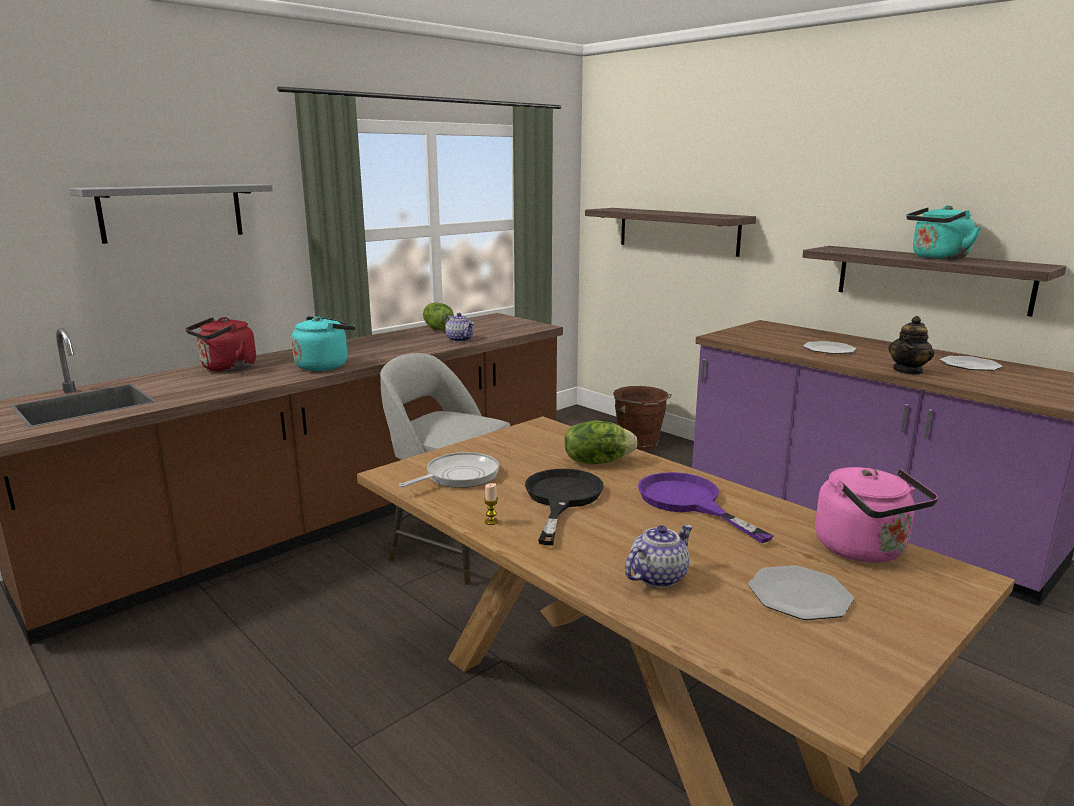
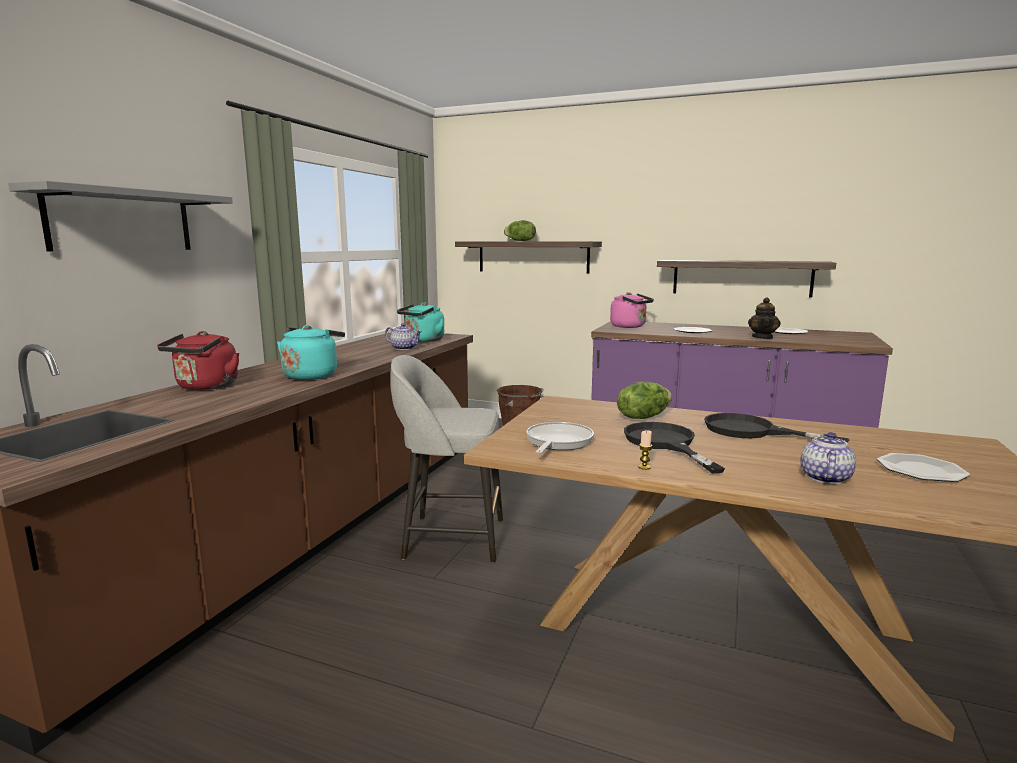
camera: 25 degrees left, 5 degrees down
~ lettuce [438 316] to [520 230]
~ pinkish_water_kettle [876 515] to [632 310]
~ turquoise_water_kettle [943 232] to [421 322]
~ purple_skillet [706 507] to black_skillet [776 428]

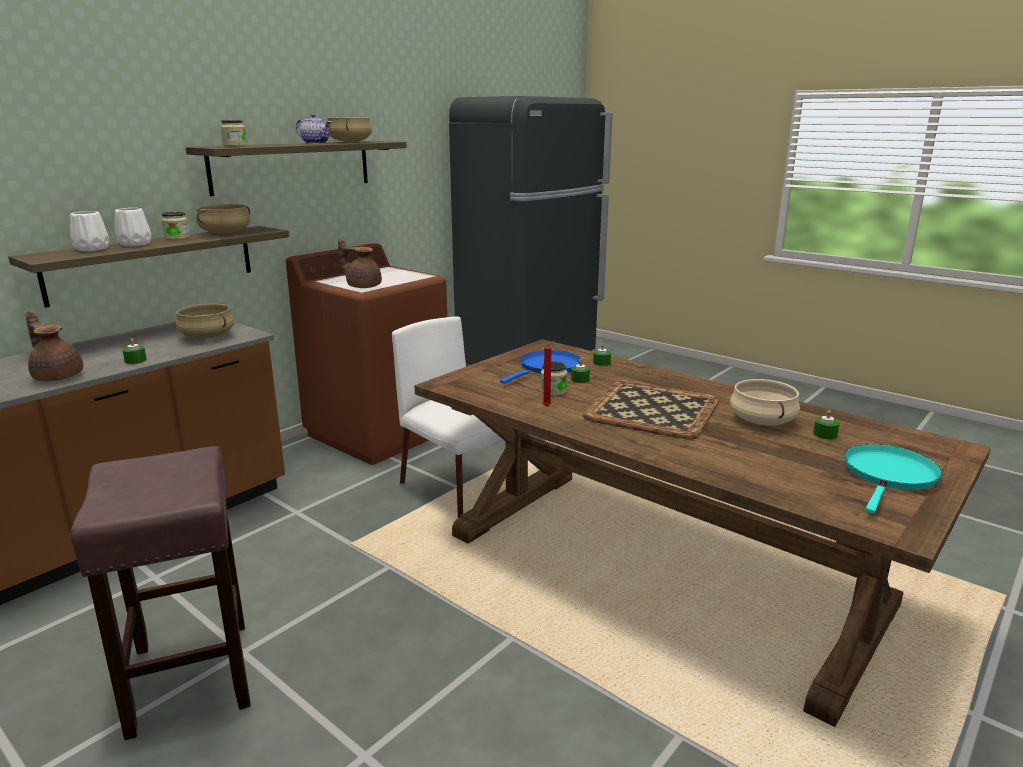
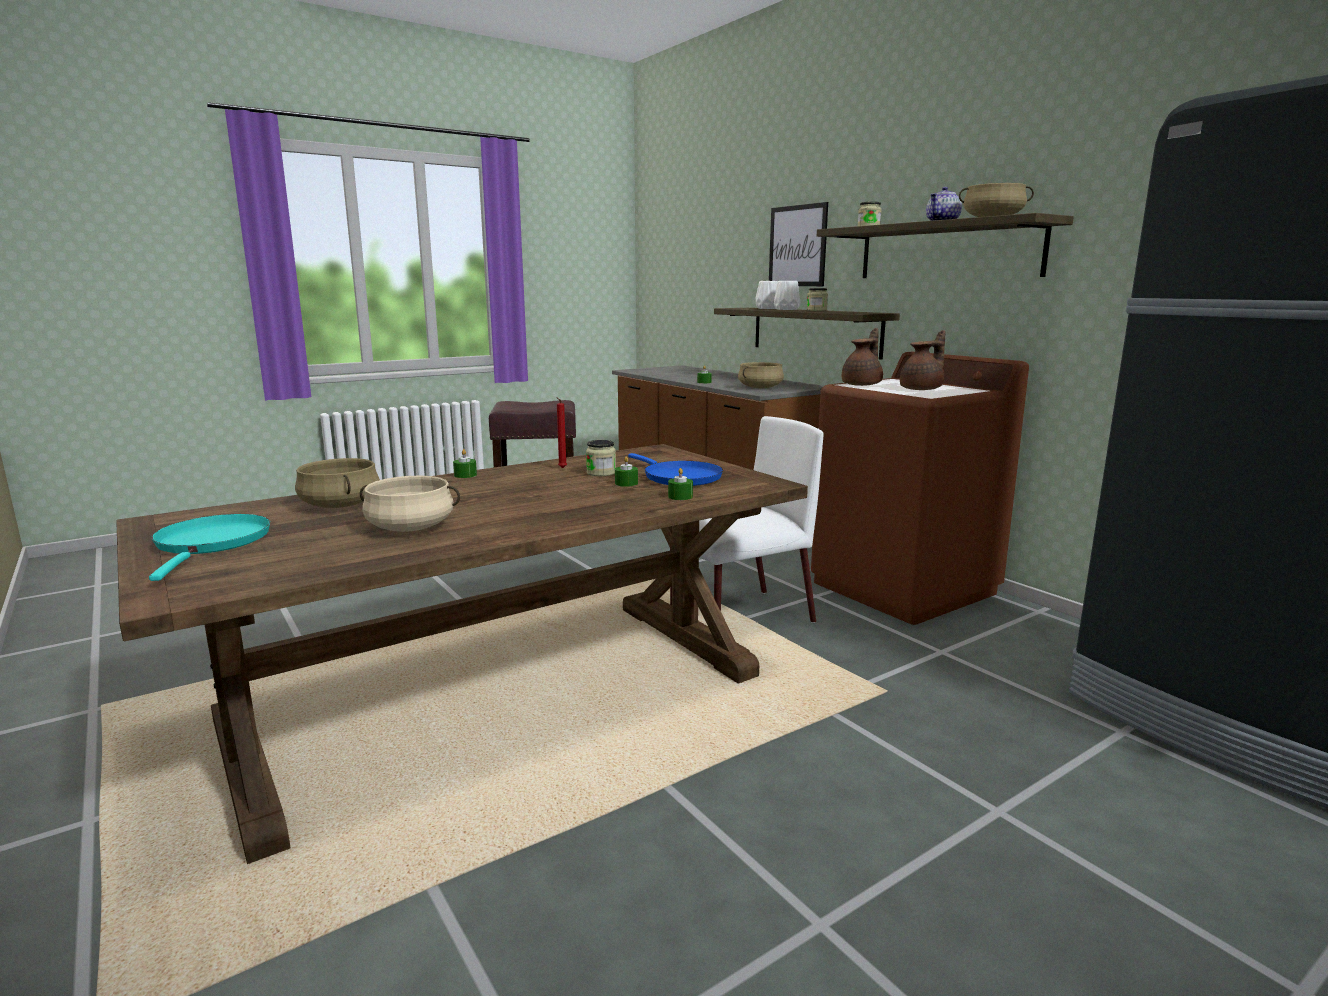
camera: 105 degrees right, 5 degrees down
- serving_tray [651 410]
+ picture [798 244]
~ brown-coloured_tea_pot [54 346] to [923 360]
~ sand-coloured_stockpot [223 219] to [337 483]
~ green-coloured_wax_candle [826 425] to [465 463]
~ turquoise_skillet [893 479] = [209 547] 150 degrees counterclockwise

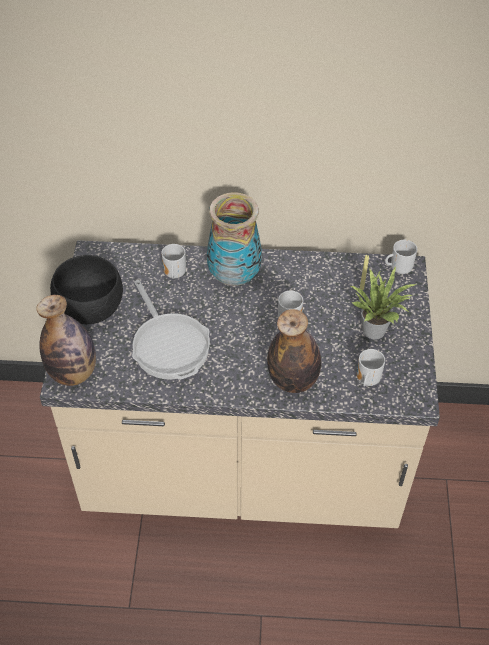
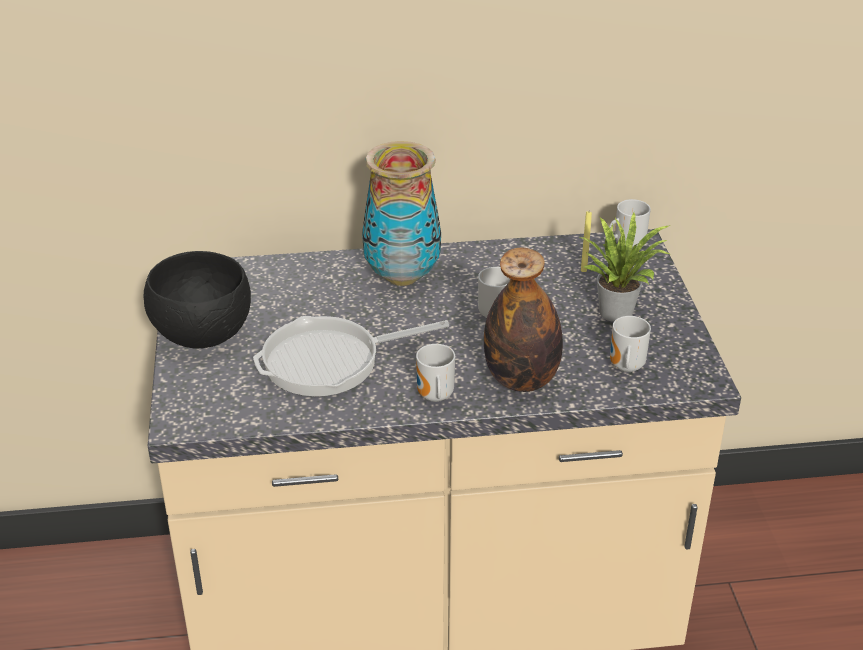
camera: 10 degrees left, 15 degrees down
- beverage_bottle [66 340]
~ mug [173 261] to [435 373]
~ skillet [171 330] = [351 356] 105 degrees clockwise

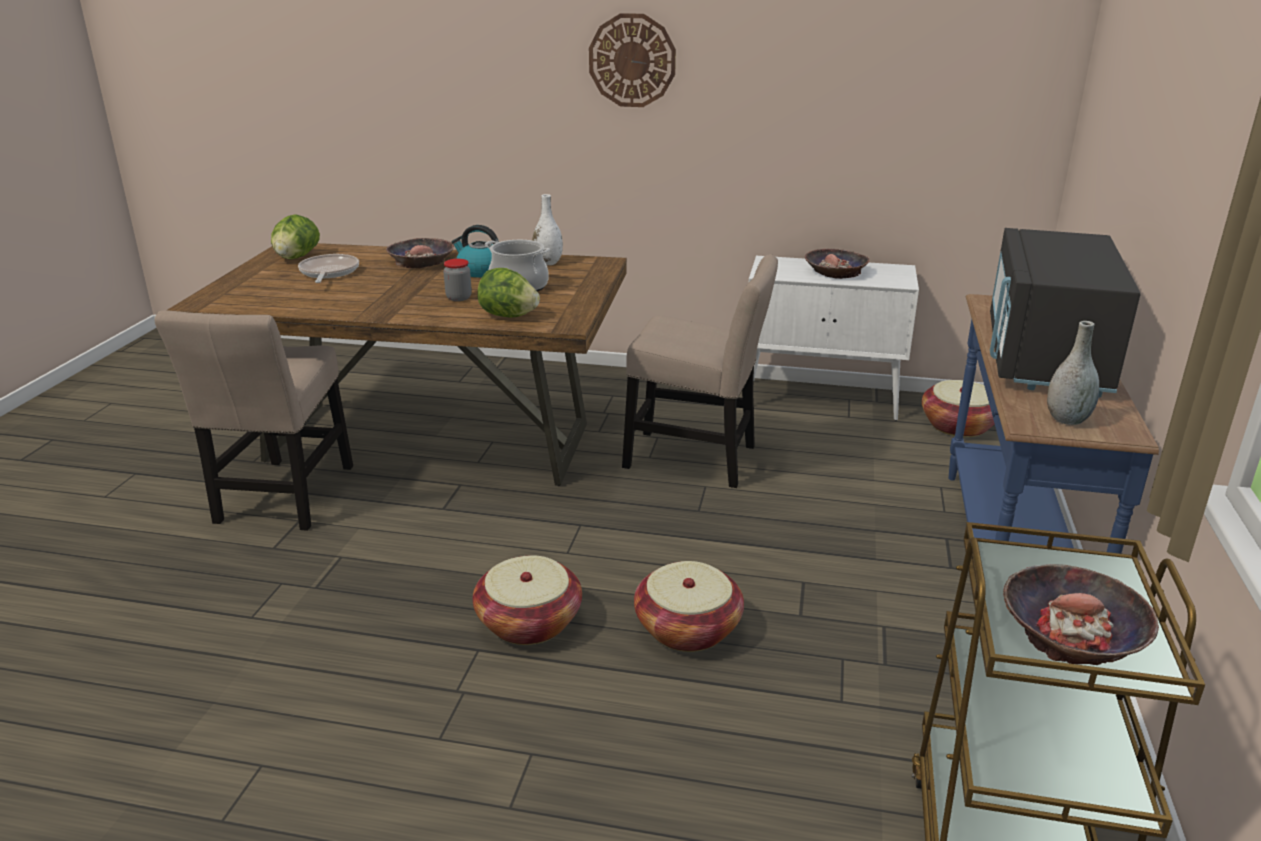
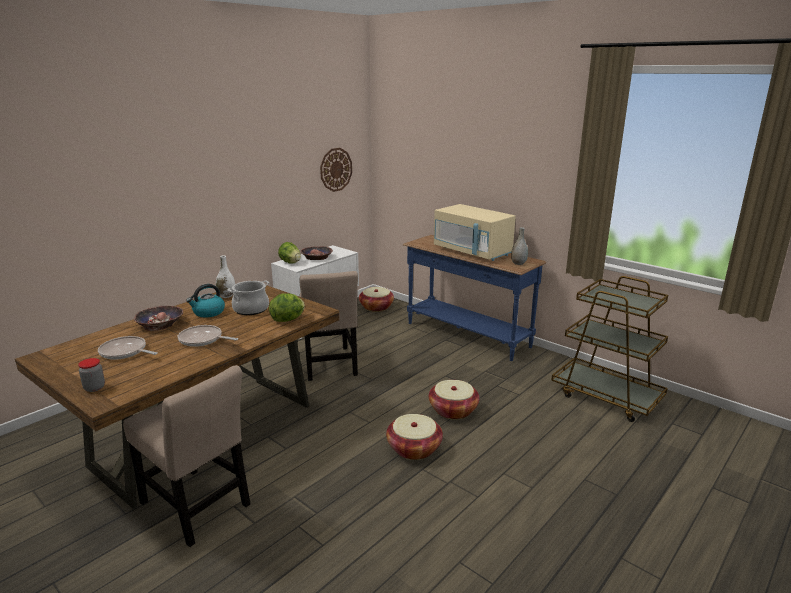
camera: 60 degrees left, 5 degrees down
- deep_dish [1081 614]
+ skillet [208 336]
~ lettuce [295 236] to [289 252]
~ jar [457 280] to [91 375]
~ hanging_clock [632 60] to [336 170]
~ black_kitchen_microwave [1065 313] to sand-coloured_kitchen_microwave [475 232]
~ sand-coloured_plain_chair [700 371] = [329 326] 120 degrees clockwise

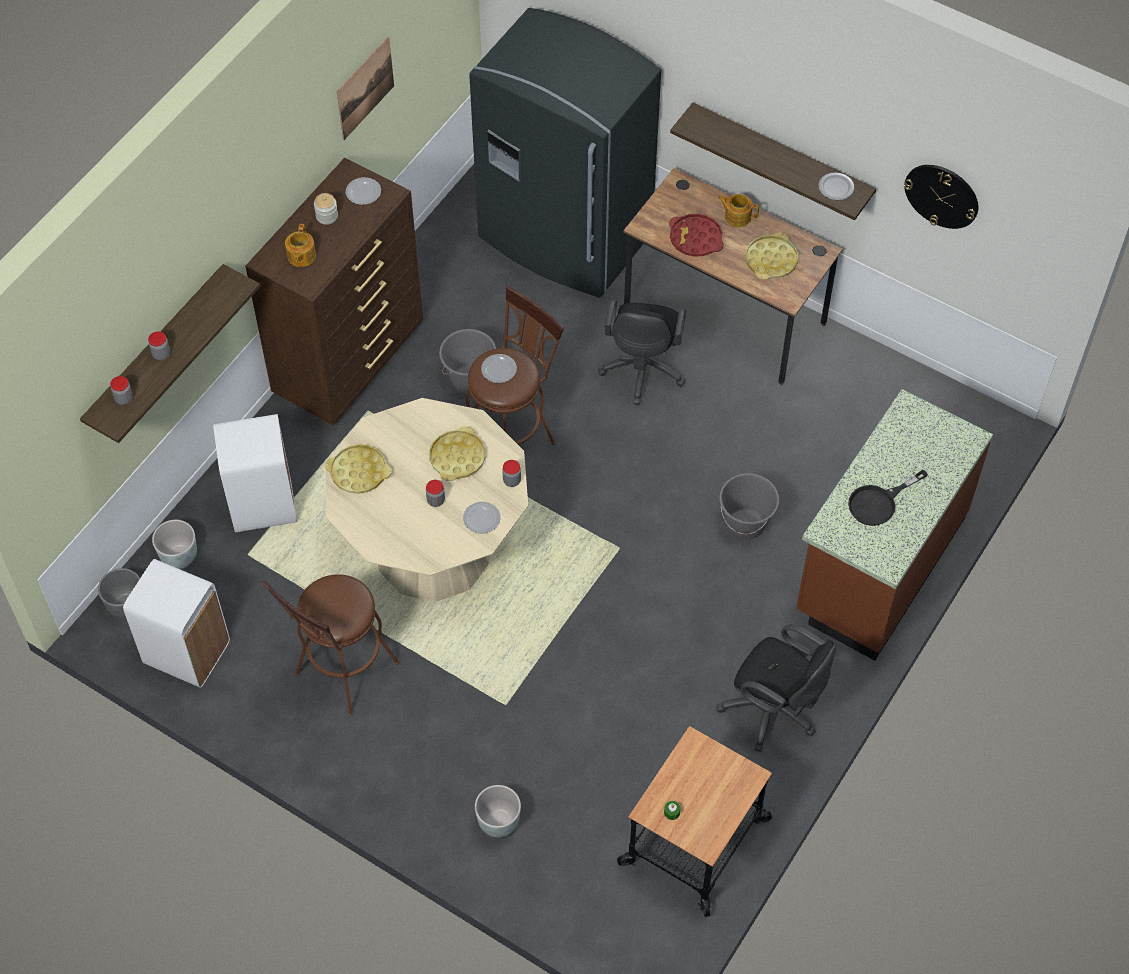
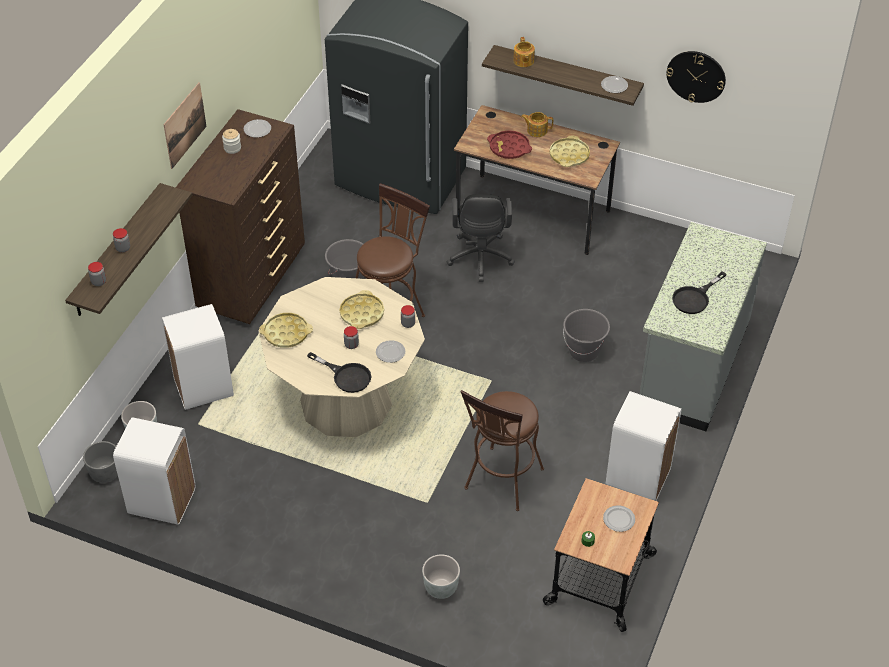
camera: 10 degrees left, 10 degrees down
+ black_skillet [339 372]
~ brown-coloured_stool_seat [330 644] to [502 450]
~ tea_pot [300 245] to [524 52]
~ picture [365 88] to [185 125]
~ flat_dish [499 368] to [619 518]
~ black_desk_chair [776 688] to white-coloured_rubbish_bin [644 446]
~ brown-coloured_counter [894 524] to grey_counter [703 326]

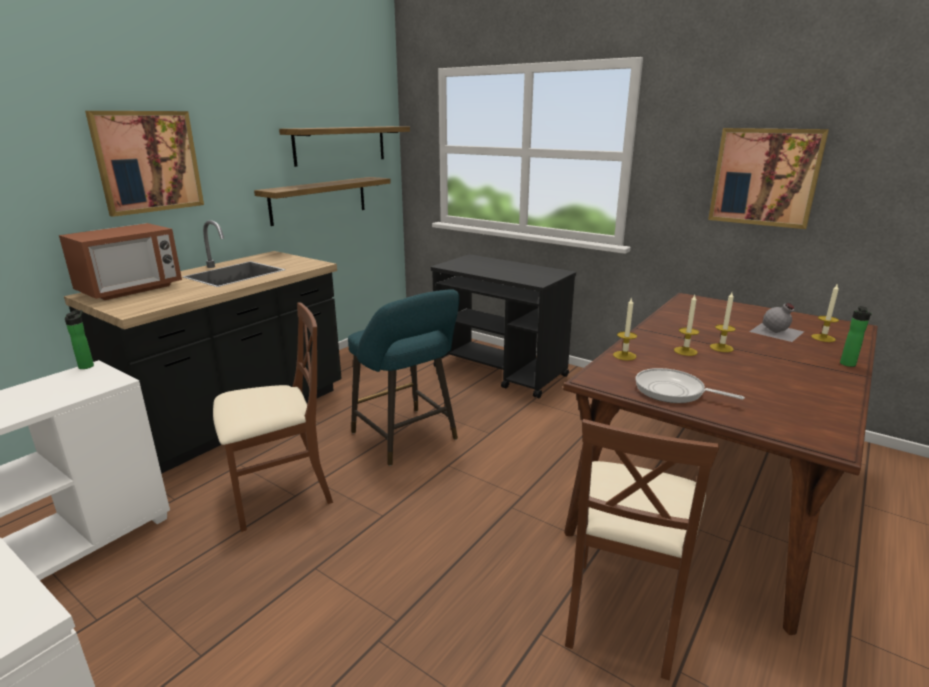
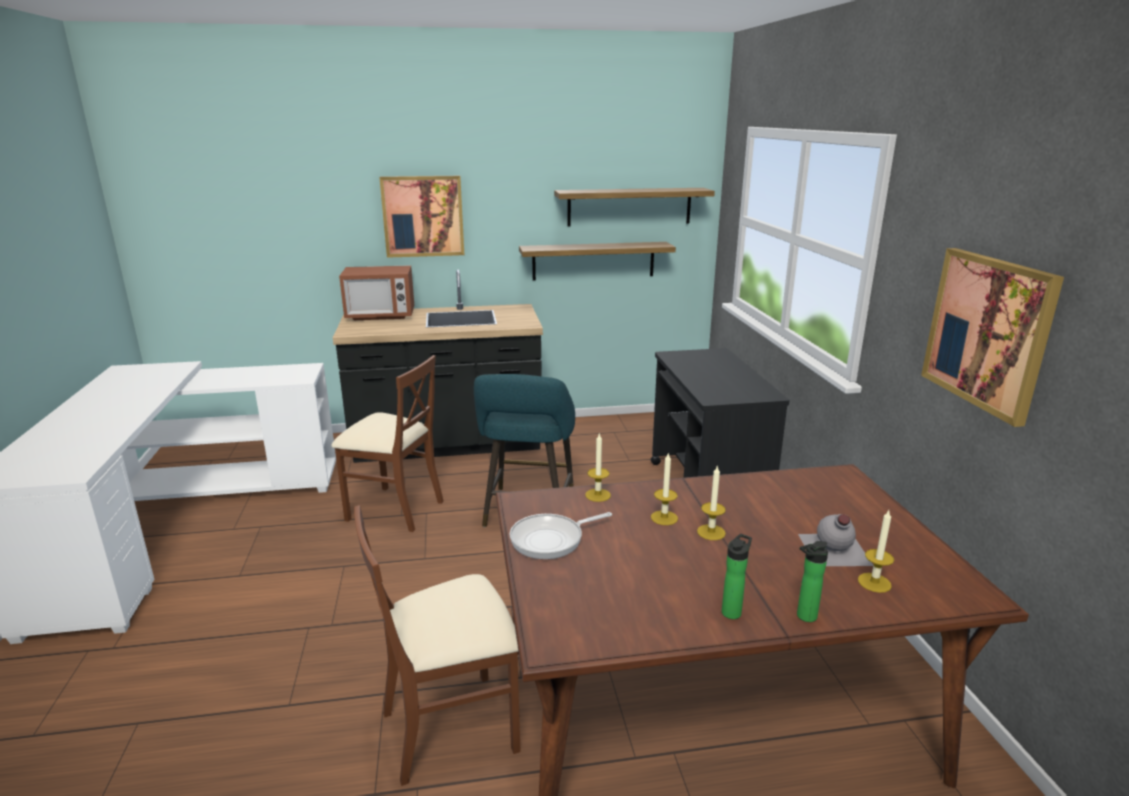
camera: 45 degrees right, 0 degrees up
~ beverage_bottle [79 339] to [737 576]
~ skillet [690 385] = [561 535] 105 degrees counterclockwise

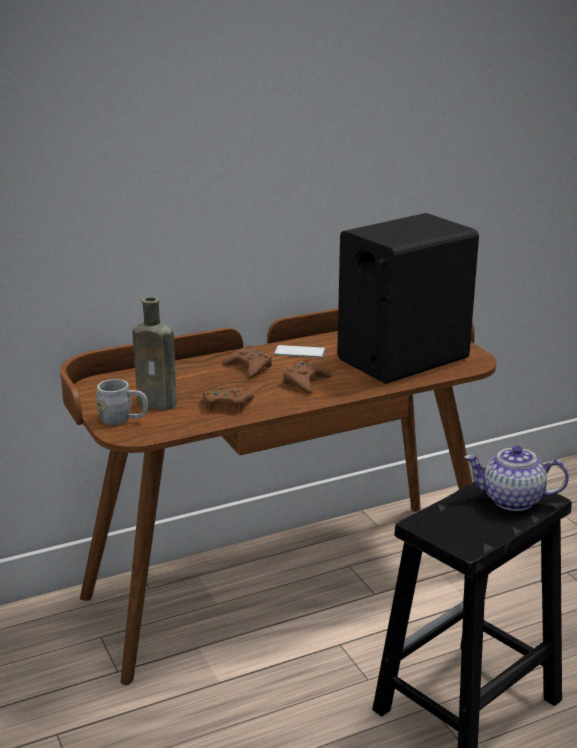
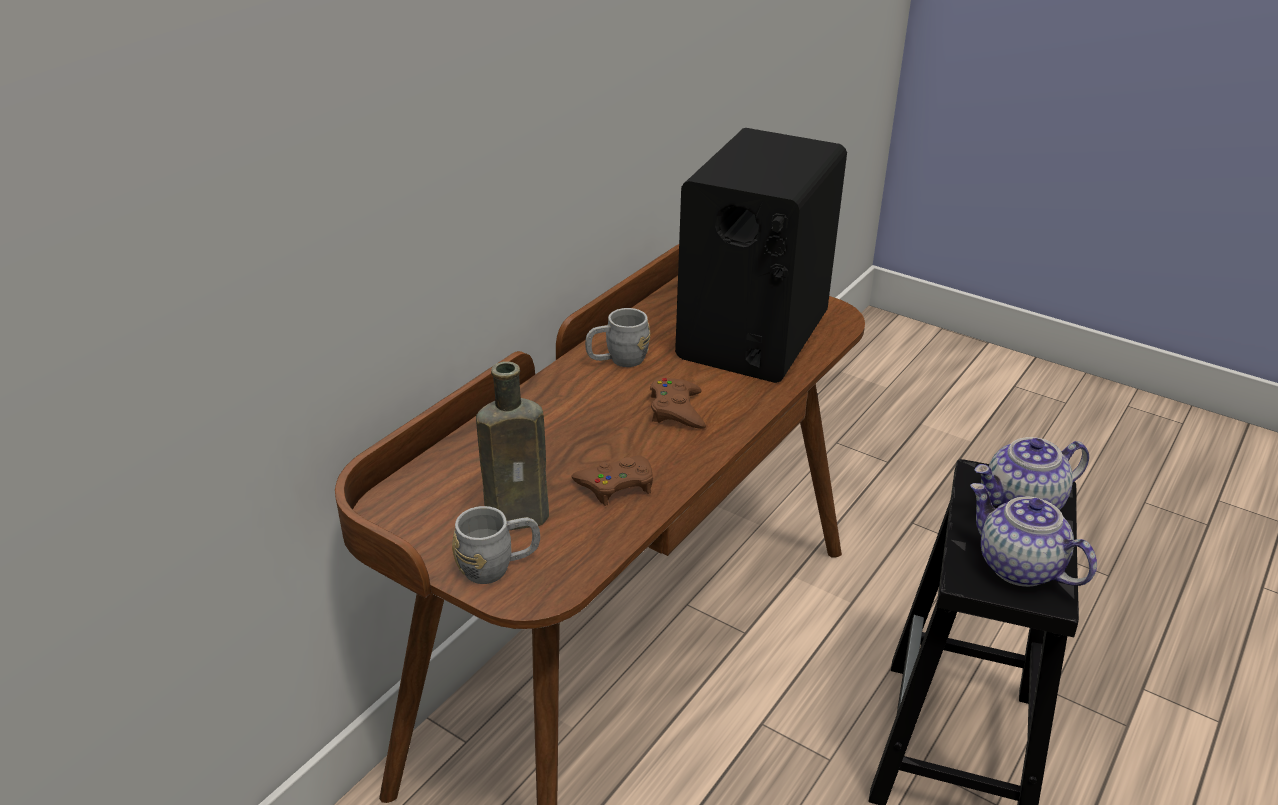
camera: 30 degrees left, 10 degrees up
- brown-coloured_joypad [247 361]
+ tea_pot [1033 535]
~ handset [300 351] to grey_mug [617 337]

